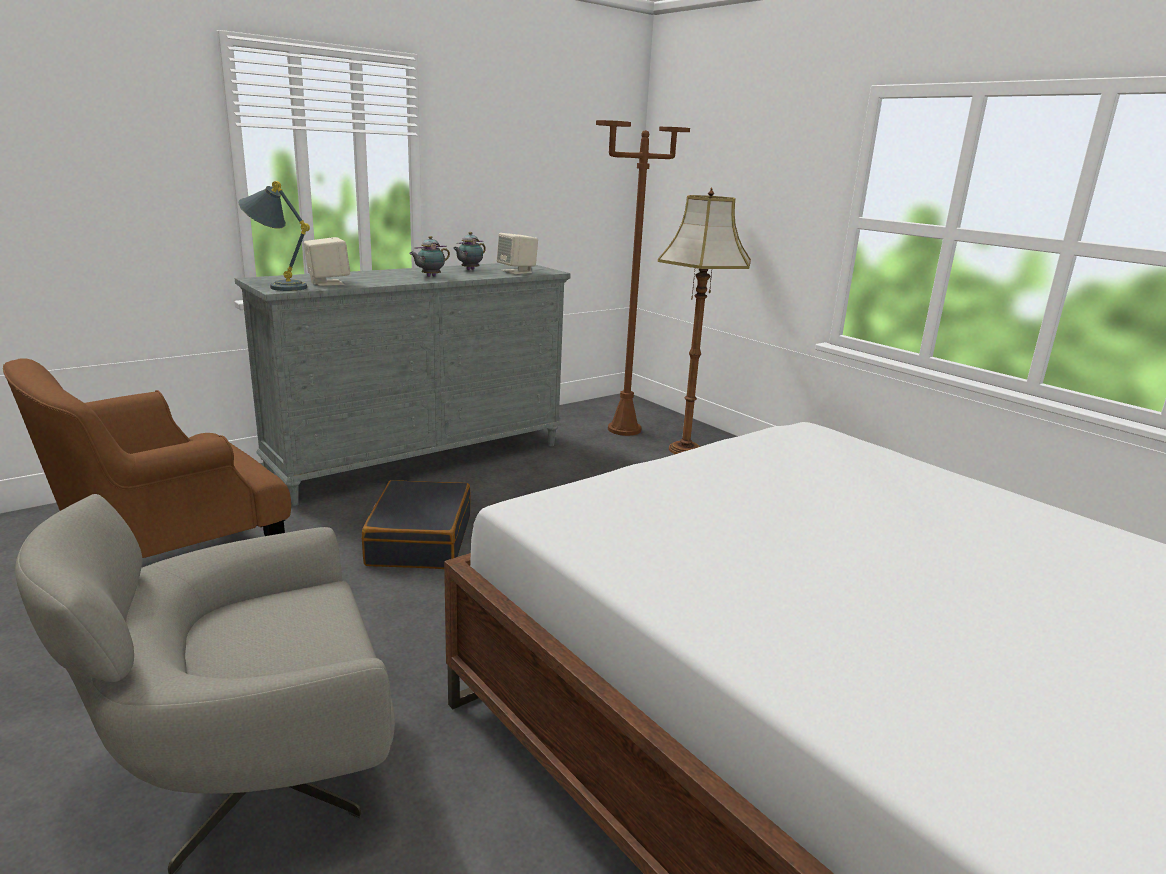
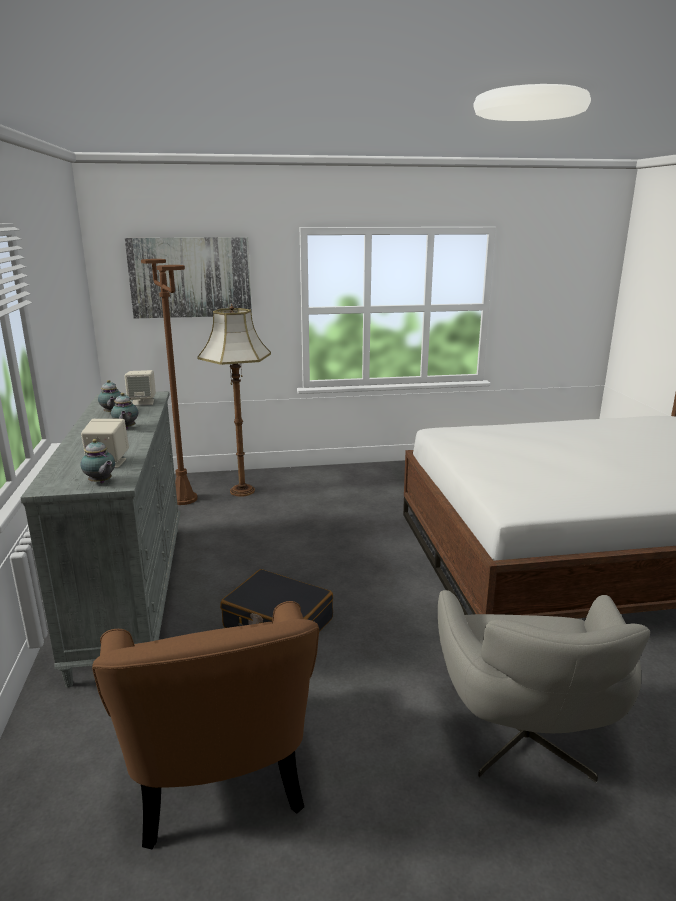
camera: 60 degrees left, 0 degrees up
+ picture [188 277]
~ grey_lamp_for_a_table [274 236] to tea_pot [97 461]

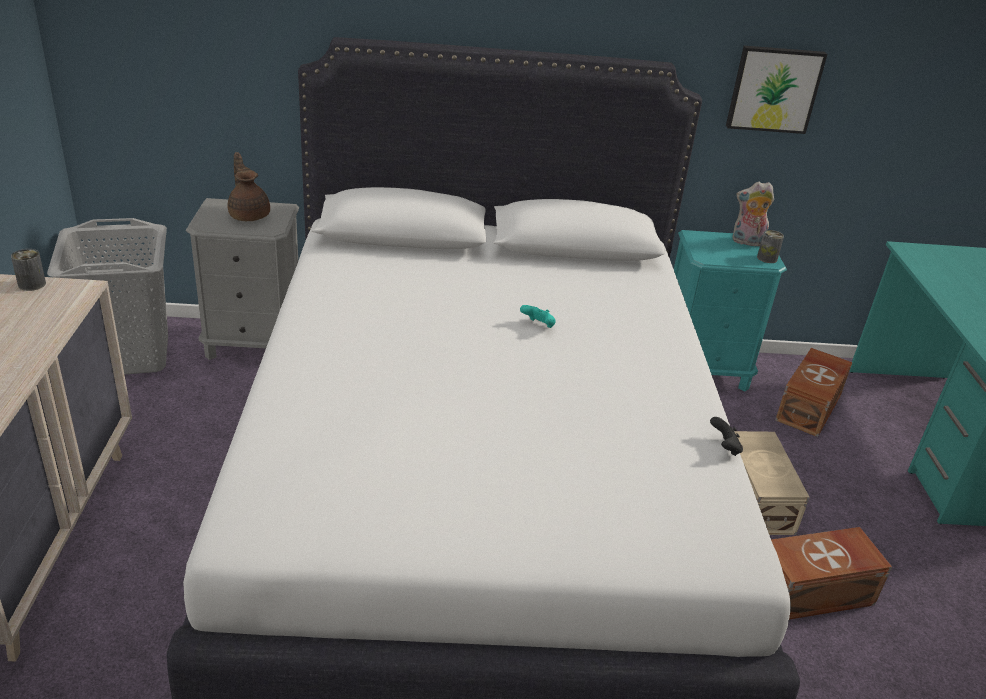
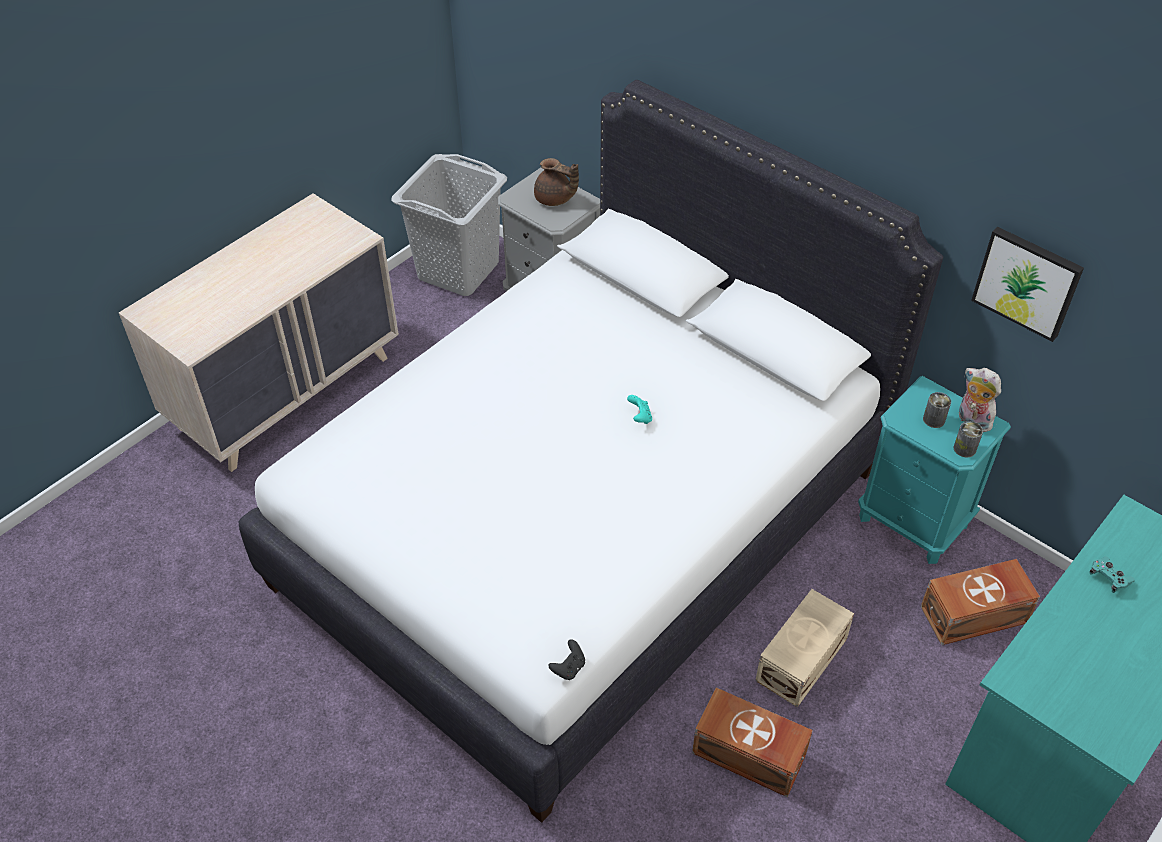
camera: 45 degrees right, 15 degrees up
+ turquoise_joypad [1112 574]
~ can [28 270] to [937 410]
~ black_joypad [726 436] to [567 659]
~ brown-coloured_tea_pot [249 186] = [556 182] 105 degrees clockwise

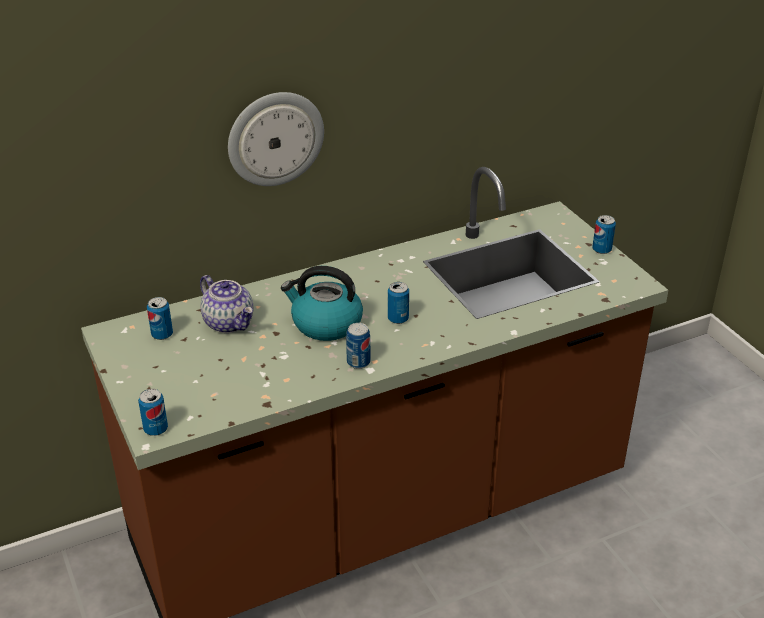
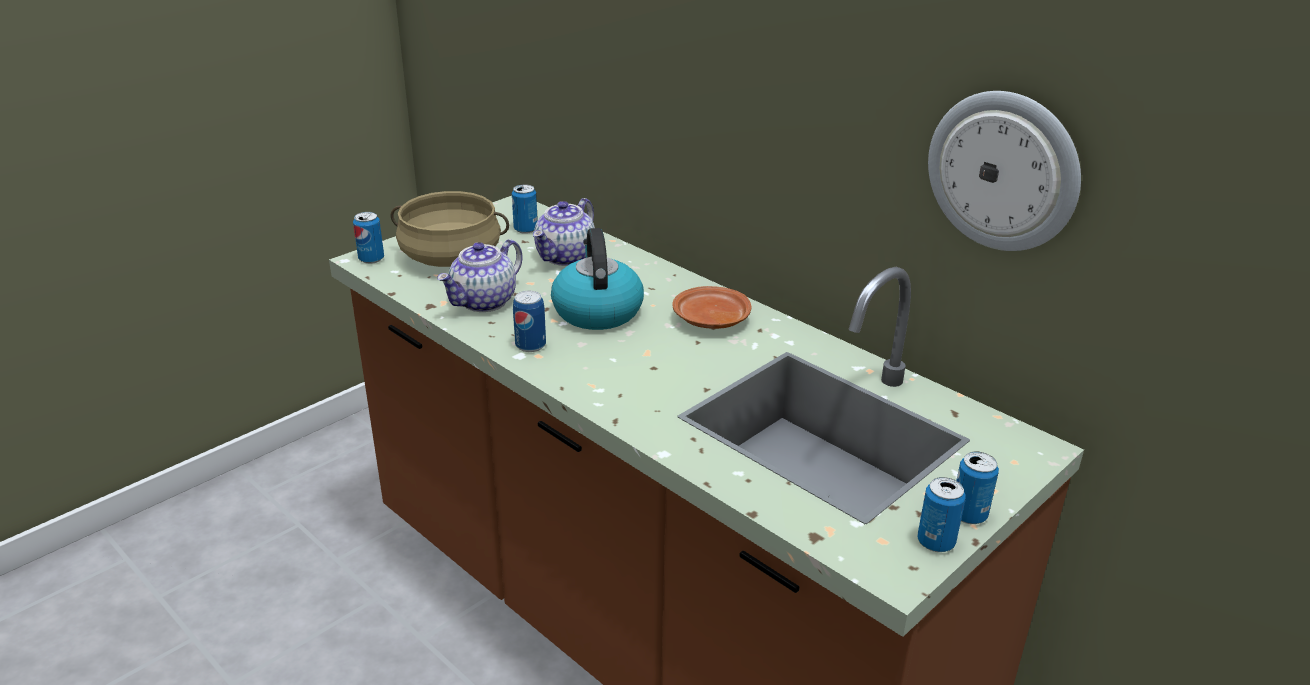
camera: 70 degrees right, 5 degrees down
+ sand-coloured_stockpot [450 229]
+ tea_pot [480 275]
+ brown-coloured_flat_dish [712 307]
~ hanging_clock [276 139] to [1004 171]
~ can [398 303] to [941 514]

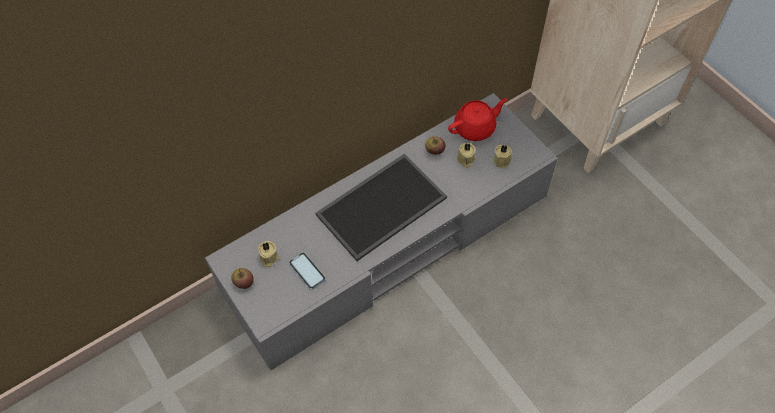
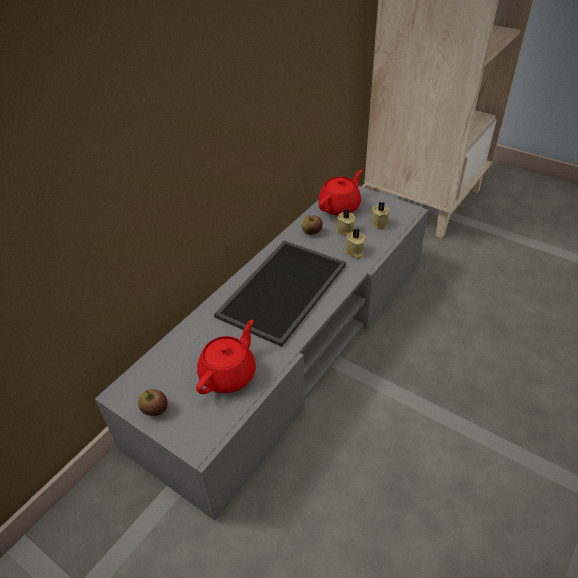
camera: 20 degrees left, 15 degrees down
~ sand-coloured_wax_candle [268 254] to [355 243]
~ handset [307 271] to red_tea_pot [226 357]

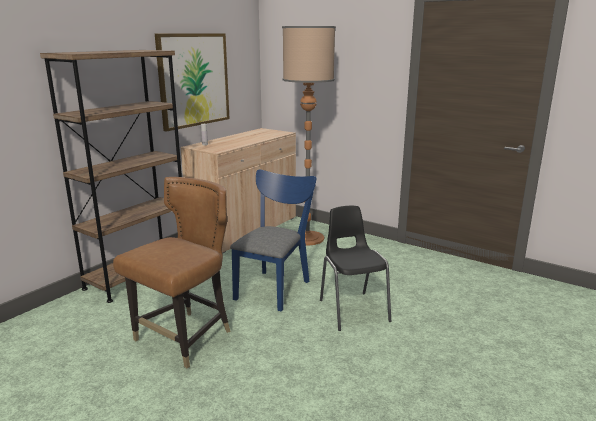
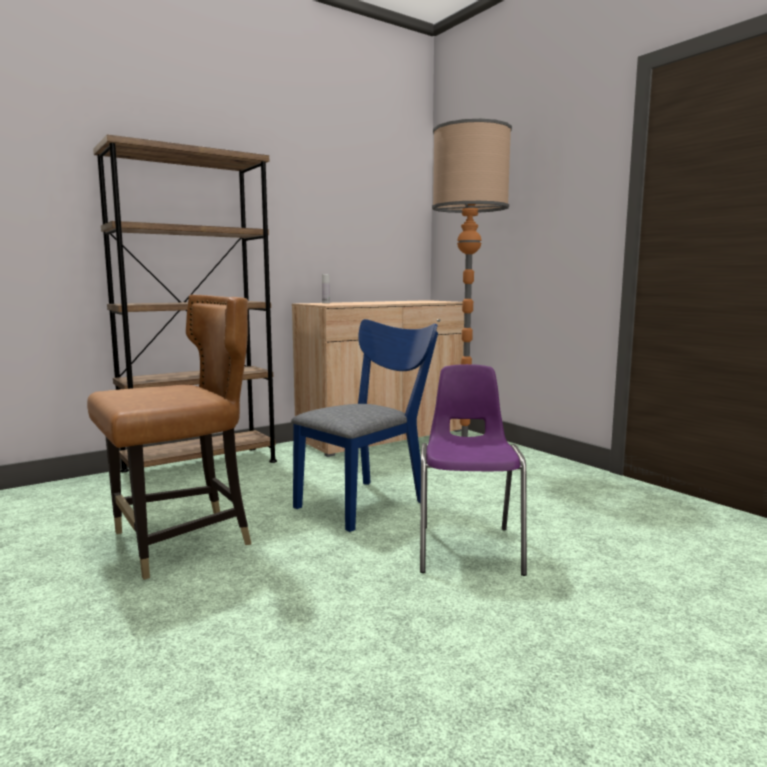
camera: 20 degrees right, 10 degrees down
- picture [192 82]
~ black_plain_chair [355 268] to purple_plain_chair [473 470]

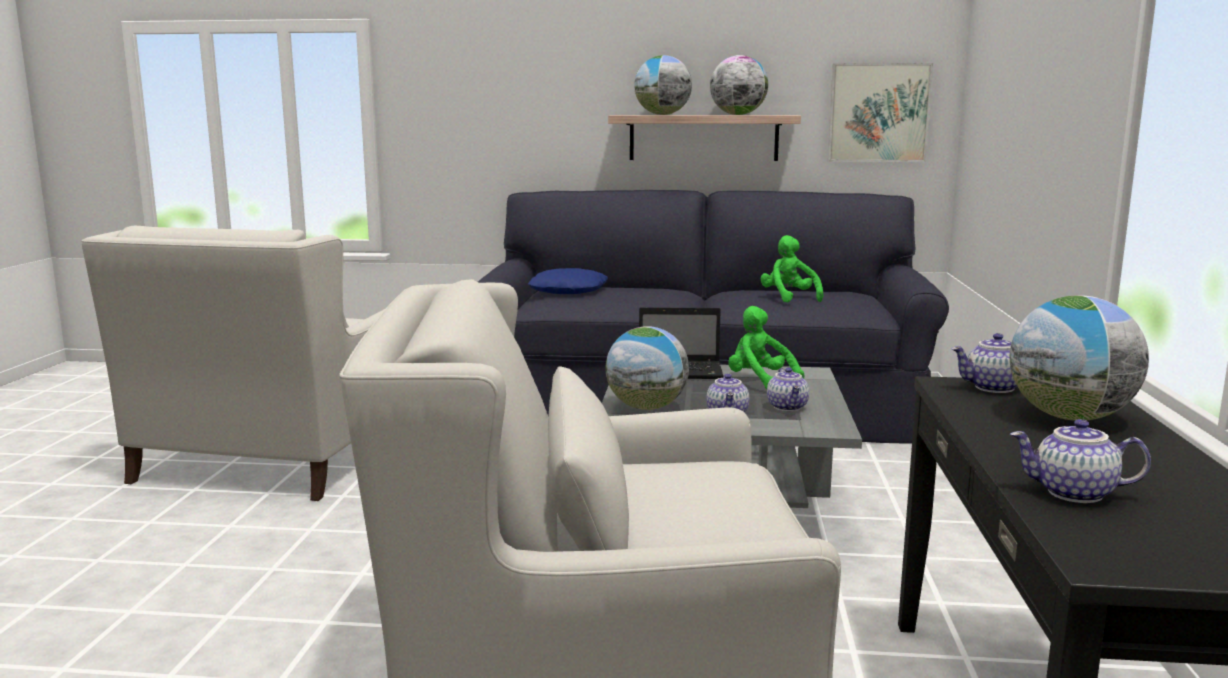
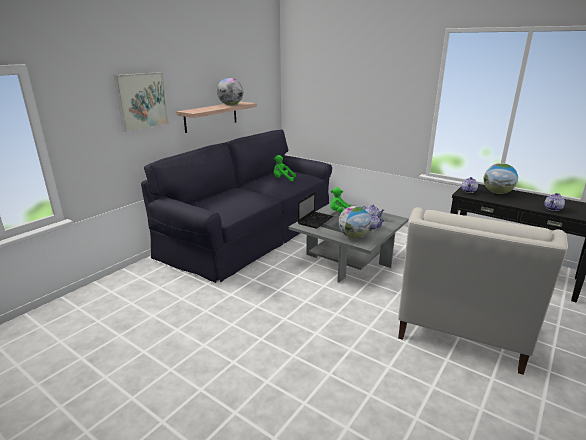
camera: 60 degrees left, 10 degrees up
- white-coloured_easy_chair [233 363]
- bluish_throw_pillow [568 281]
- globe [663 85]
~ picture [880 112] to [141 102]

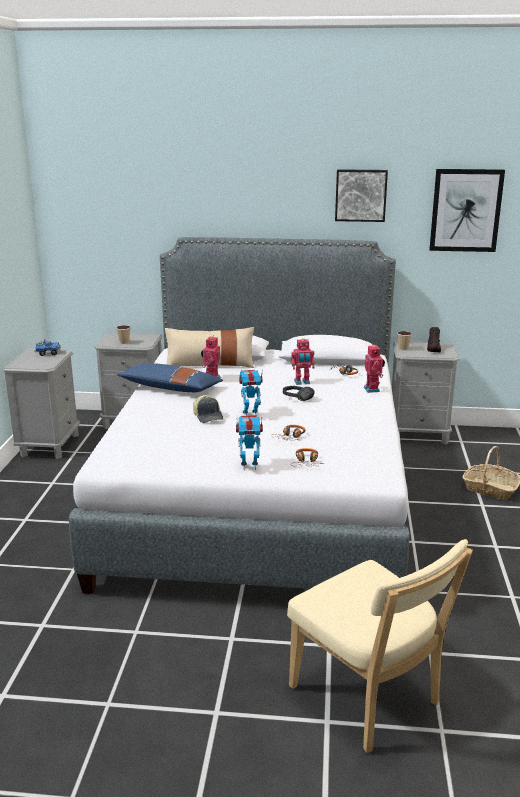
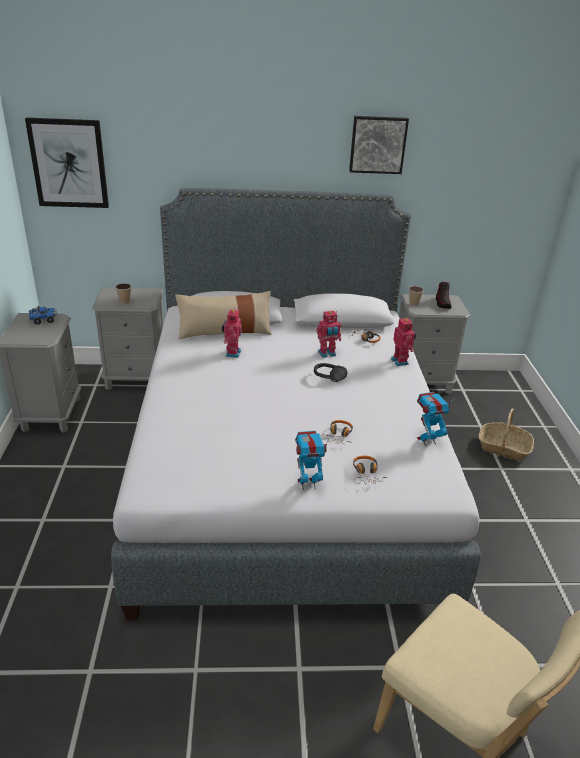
camera: 10 degrees left, 10 degrees up
- bluish_throw_pillow [170 377]
- cap [208 409]
~ toy_robot [251 392] to [435 419]
~ picture [467 210] to [67 163]

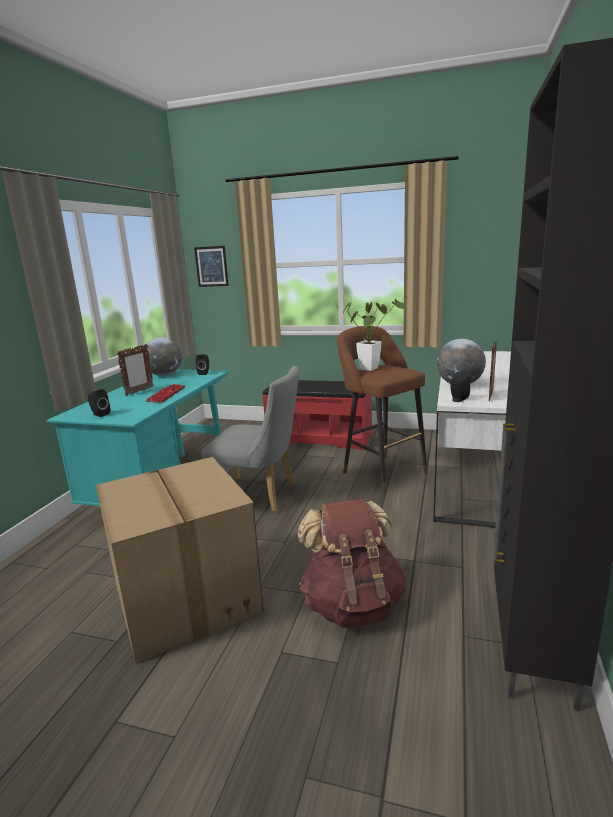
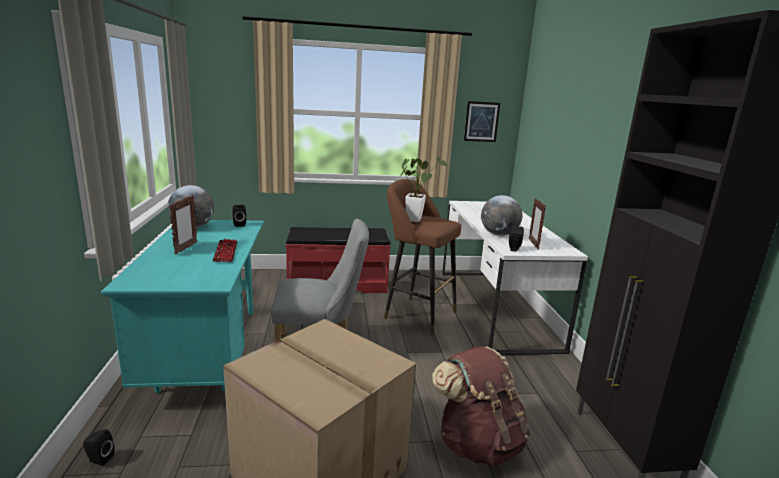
camera: 25 degrees left, 0 degrees up
~ black_speaker [99 403] to [99 447]
~ picture [211 266] to [482 121]

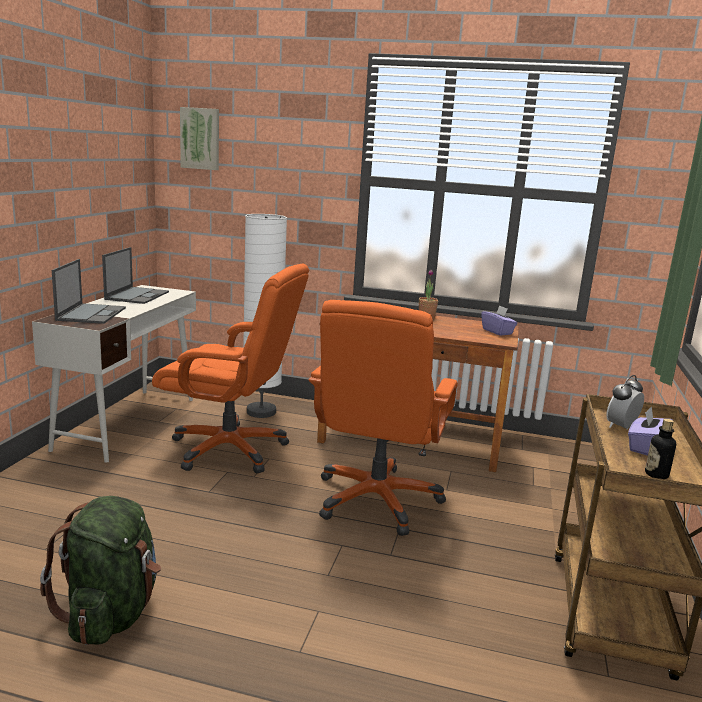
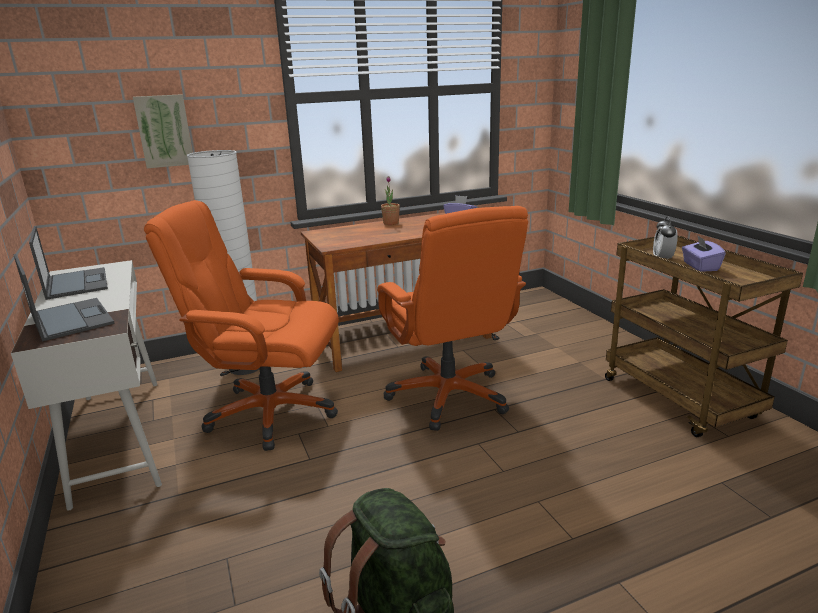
camera: 35 degrees left, 5 degrees up
- beverage_bottle [660 449]
~ picture [199 138] to [163 131]
~ orangey_desk_chair [230 368] = [241 325] 150 degrees counterclockwise

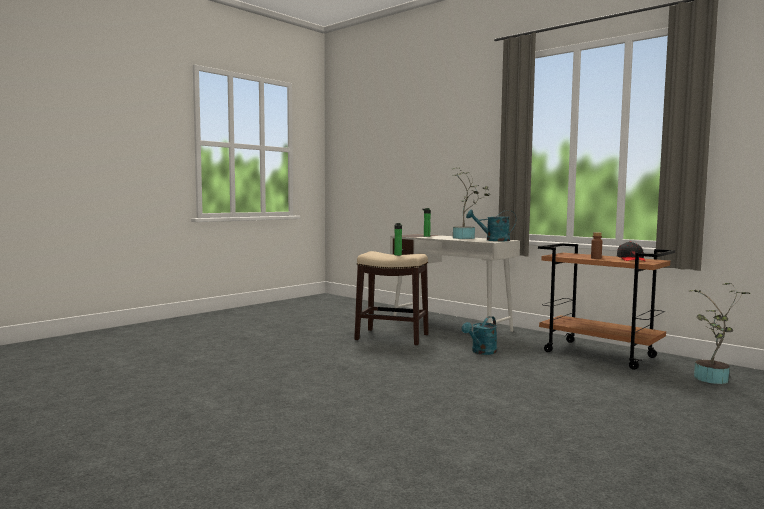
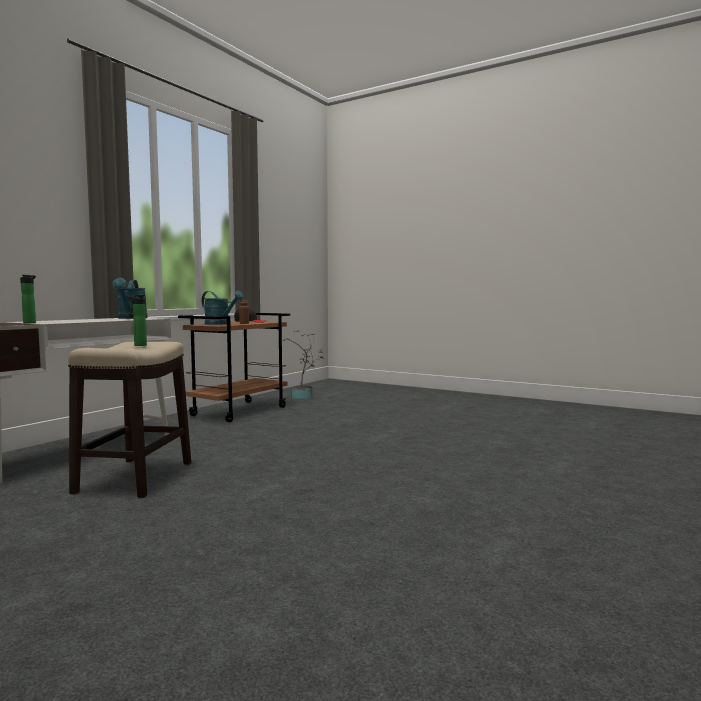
camera: 100 degrees left, 0 degrees up
- potted_plant [470 203]
~ turquoise_watering_pot [479 335] to [223 307]

